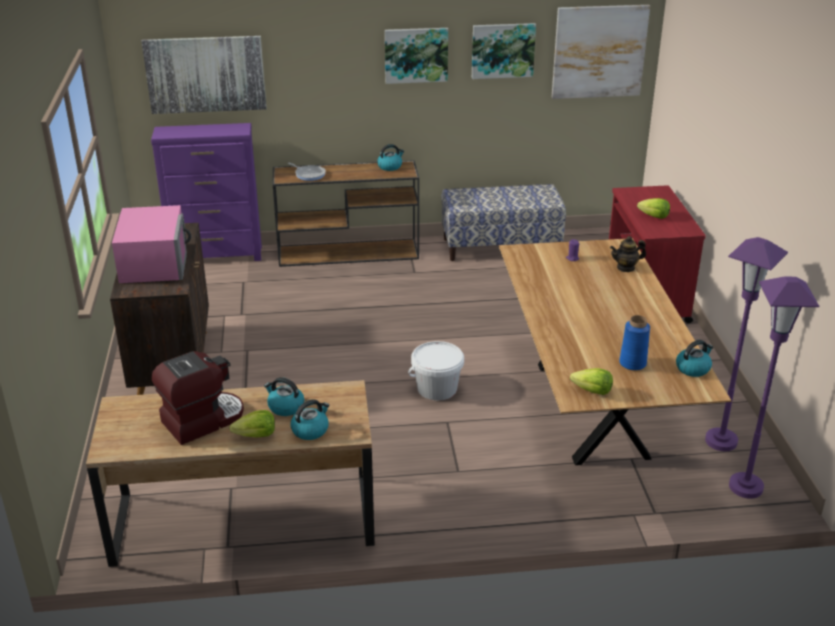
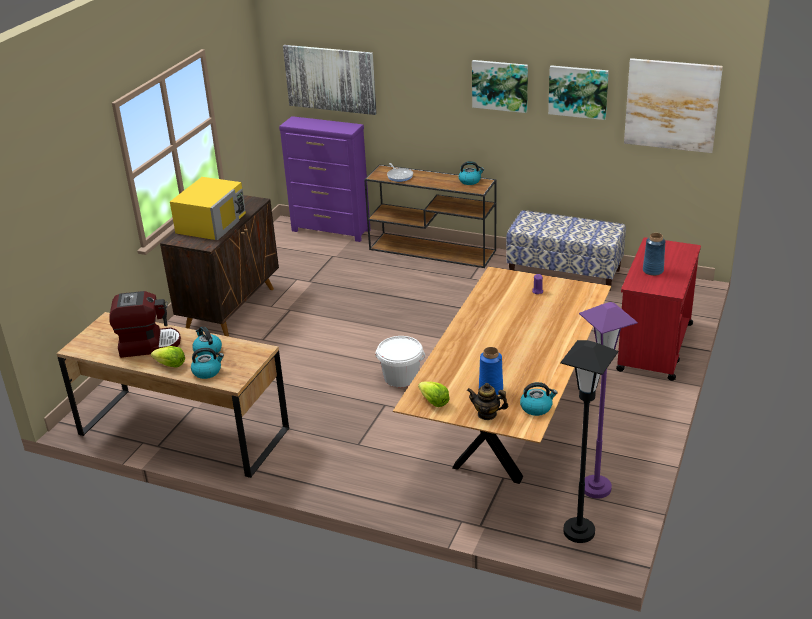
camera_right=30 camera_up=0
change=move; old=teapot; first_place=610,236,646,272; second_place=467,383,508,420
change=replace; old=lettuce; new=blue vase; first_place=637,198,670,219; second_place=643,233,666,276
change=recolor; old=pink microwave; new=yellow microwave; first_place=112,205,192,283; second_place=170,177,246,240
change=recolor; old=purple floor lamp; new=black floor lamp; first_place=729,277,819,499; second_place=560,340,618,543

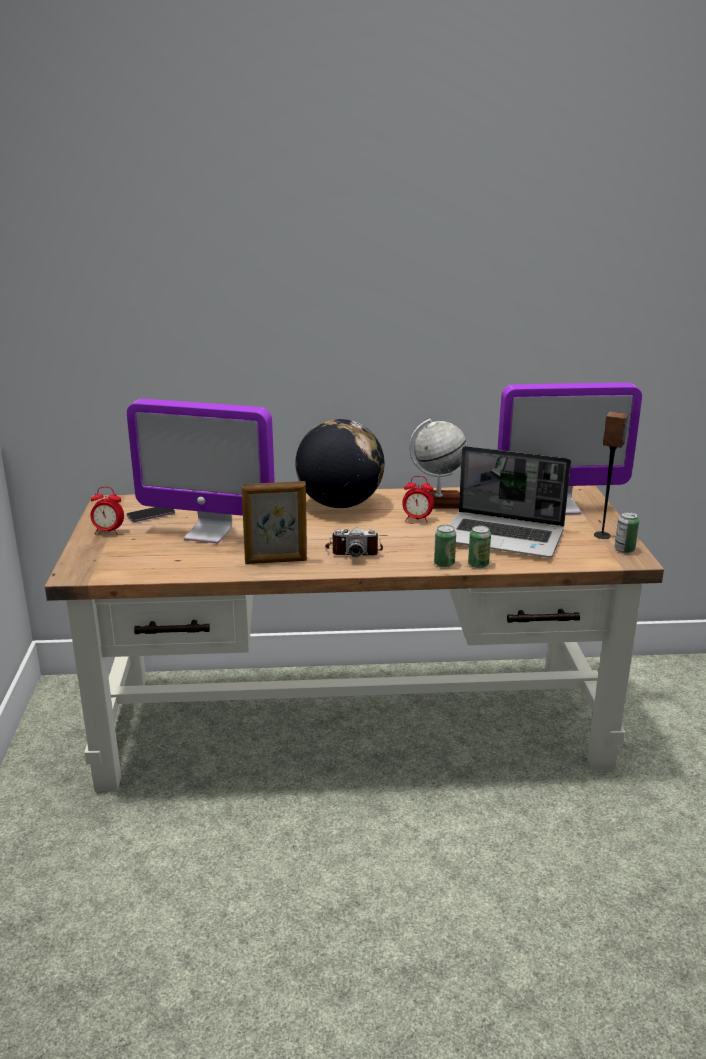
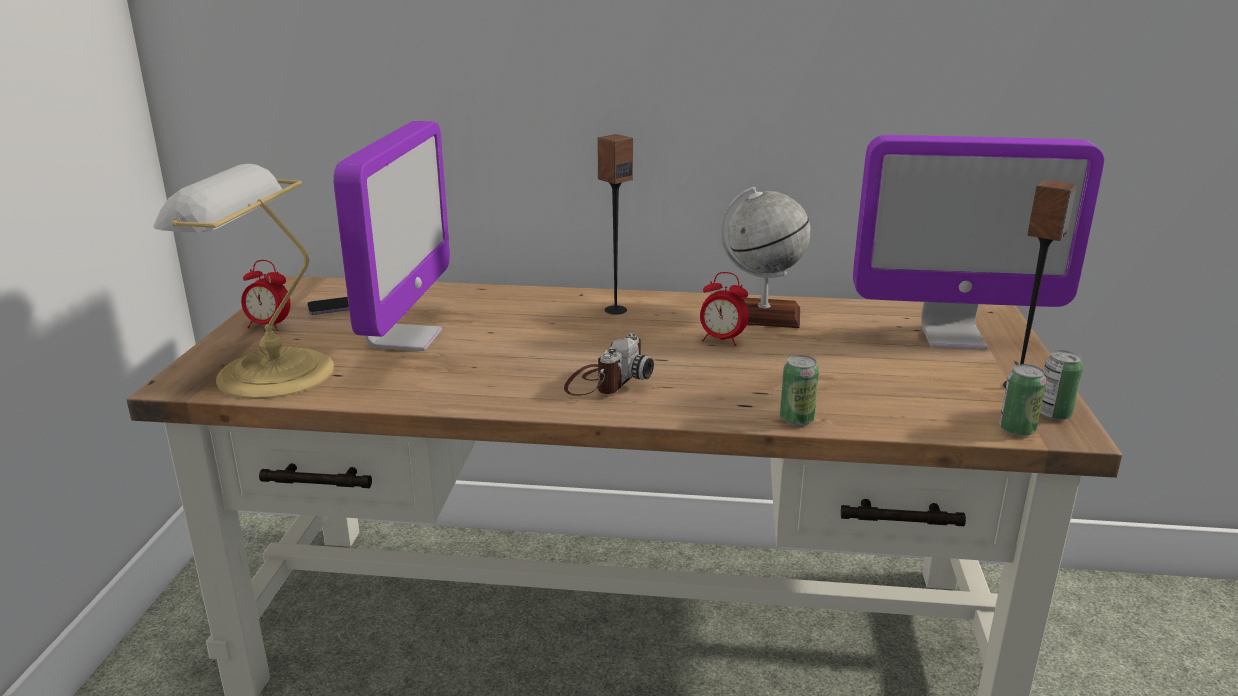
camera_right=10 camera_up=0
change=delete; old=picture frame; first_place=241,481,307,564
change=delete; old=laptop; first_place=450,446,571,558
change=insert; new=table lamp; second_place=153,164,334,399
change=move; old=can; first_place=434,525,456,568; second_place=999,364,1046,436
change=replace; old=globe; new=speaker; first_place=295,419,384,508; second_place=597,134,633,315
change=rotate; old=monitor; first_place=127,399,275,543; second_place=333,121,450,351; degrees=-105
change=rotate; old=photo camera; first_place=325,527,383,557; second_place=564,333,654,396; degrees=-75

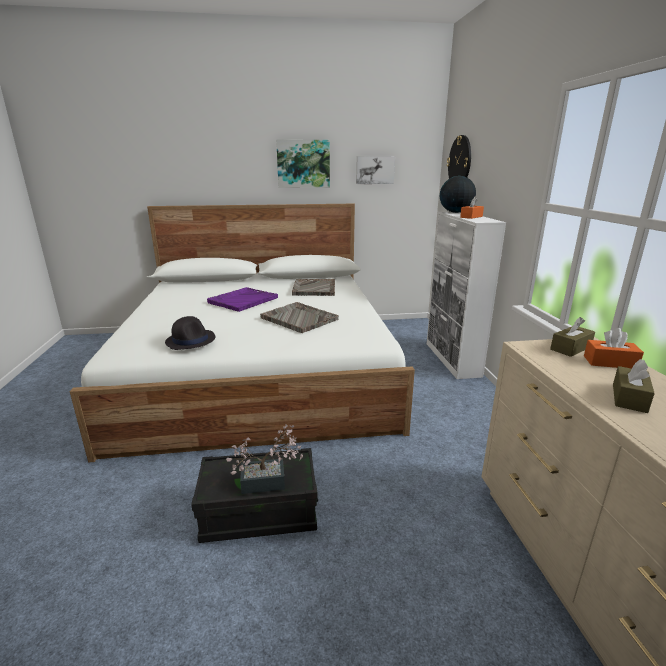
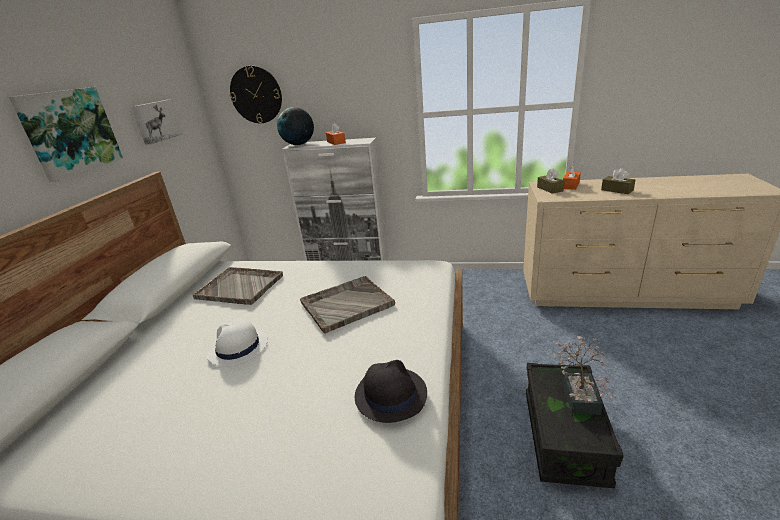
camera_right=-70 camera_up=5
change=replace; old=purple tray; new=white hat; first_place=207,287,278,312; second_place=206,319,268,367

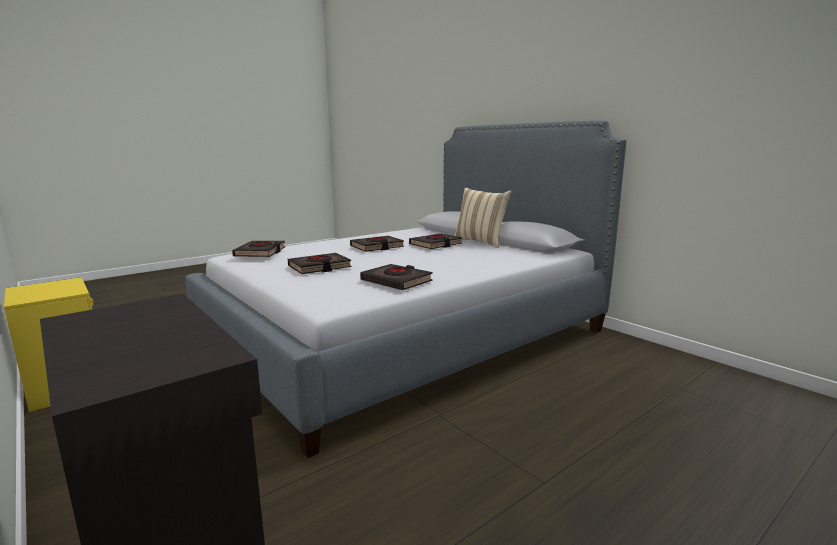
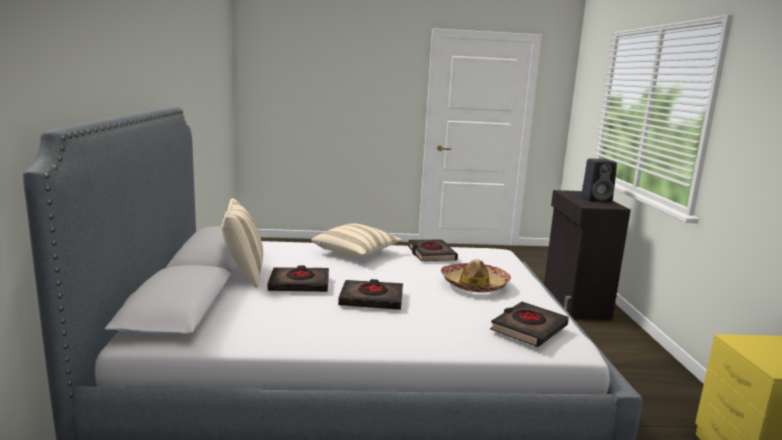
camera_right=-145 camera_up=0
change=insert; new=beige pillow; second_place=311,223,402,257
change=insert; new=black speaker; second_place=581,158,617,202
change=replace; old=black book; new=hat; first_place=288,253,352,274; second_place=441,259,511,292

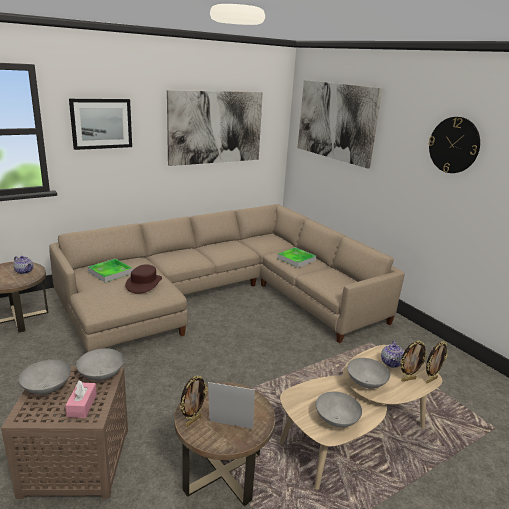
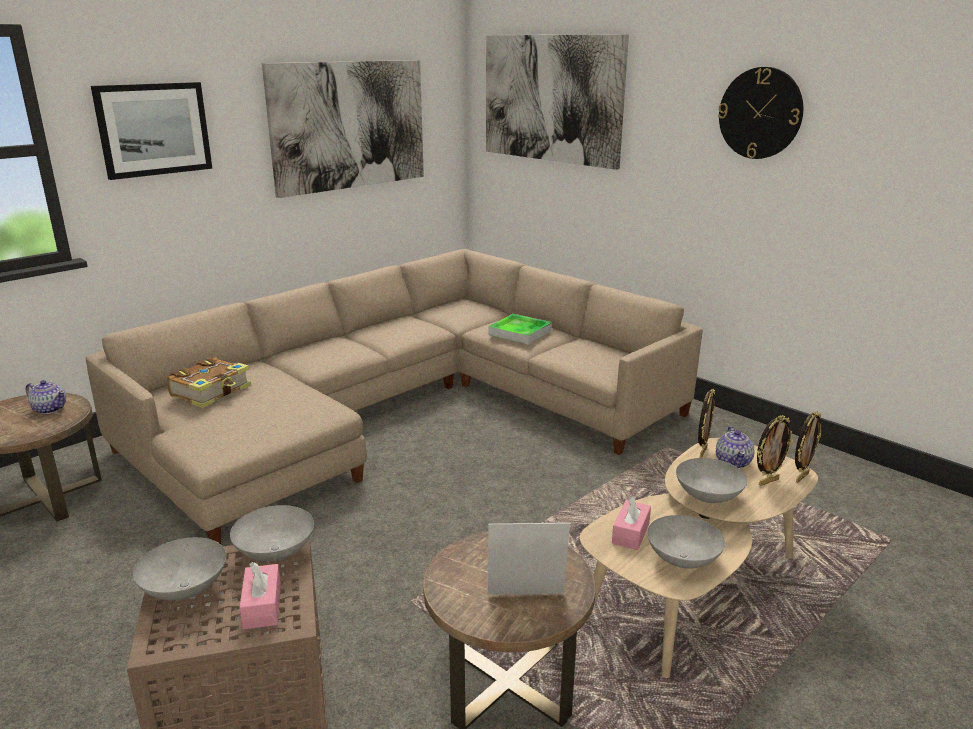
camera_right=-10 camera_up=0
change=delete; old=brown hat; first_place=125,264,162,294
change=insert; new=pink tissue box; second_place=612,496,651,550
change=move; old=picture frame; first_place=180,376,208,427; second_place=698,389,715,458
change=replace; old=tray; new=book; first_place=88,259,133,283; second_place=167,357,251,408

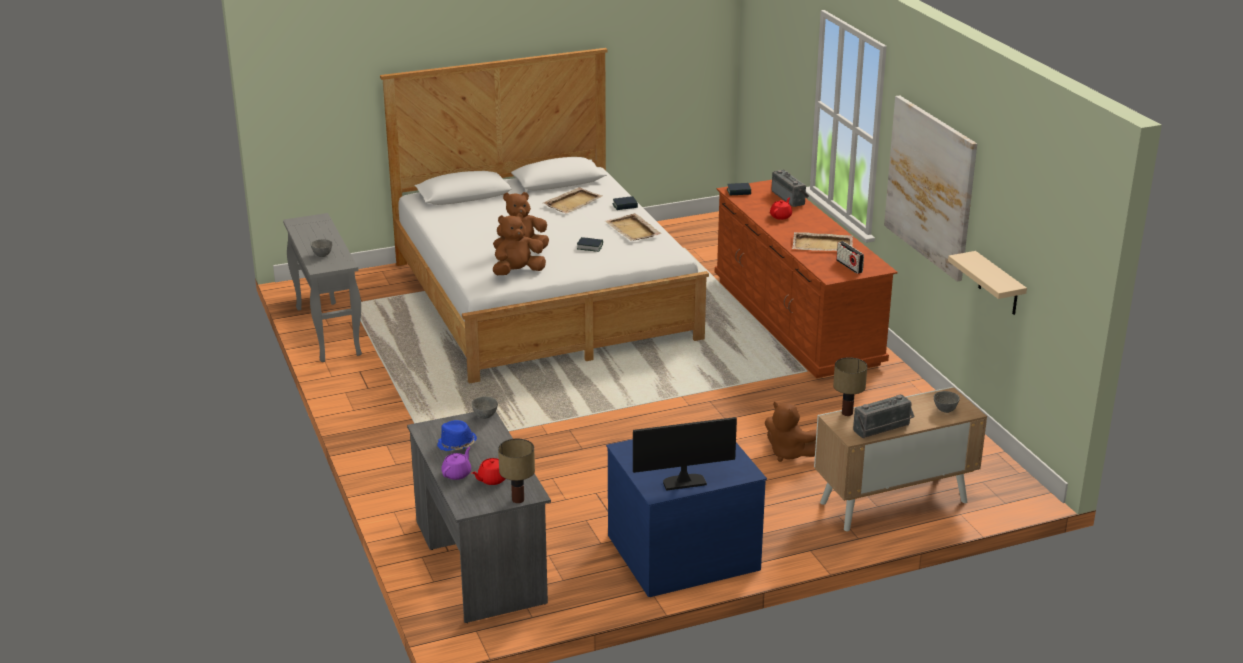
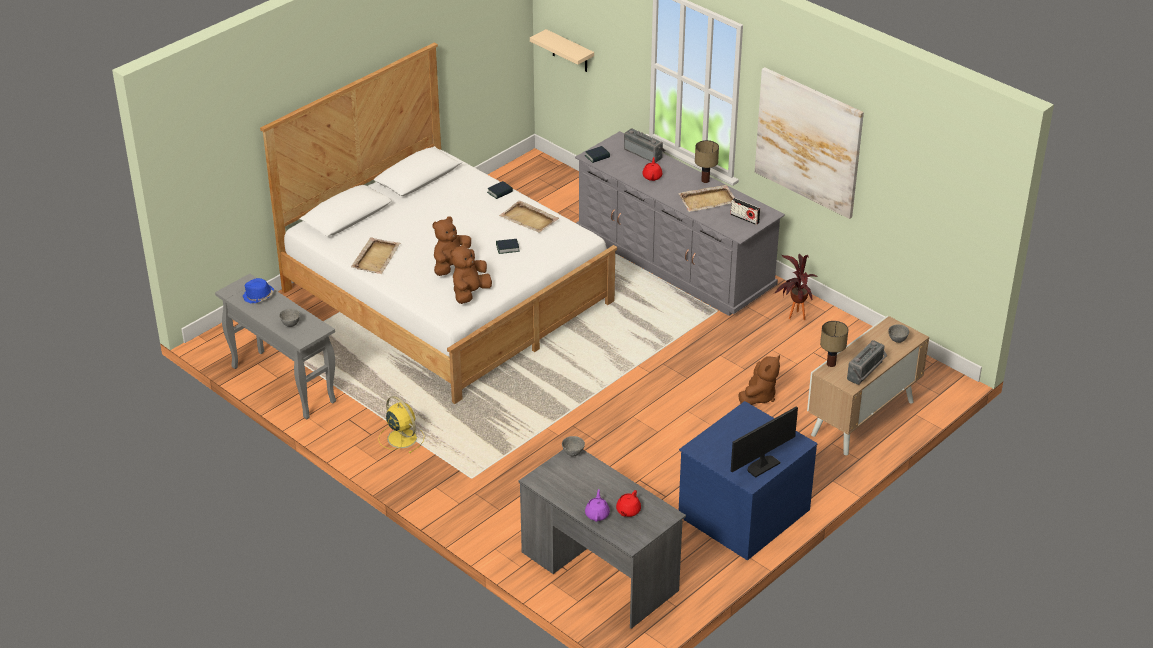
camera_right=-25 camera_up=10
change=insert; new=yellow fan; second_place=379,396,424,453
change=insert; new=potted plant; second_place=775,254,817,320
change=move; old=blue hat; first_place=437,420,477,451; second_place=243,278,274,303
change=move; old=table lamp; first_place=498,439,535,503; second_place=695,140,719,183
change=move; old=beige tray; first_place=543,187,602,214; second_place=351,237,400,274
change=move; old=beige shelf; first_place=948,251,1027,315; second_place=530,29,594,72
change=recolor; old=brown dresser; new=grey dresser; first_place=715,180,898,378; second_place=575,131,785,316
change=rotate; old=brown plush toy; first_place=765,401,817,462; second_place=739,355,780,405; degrees=-75

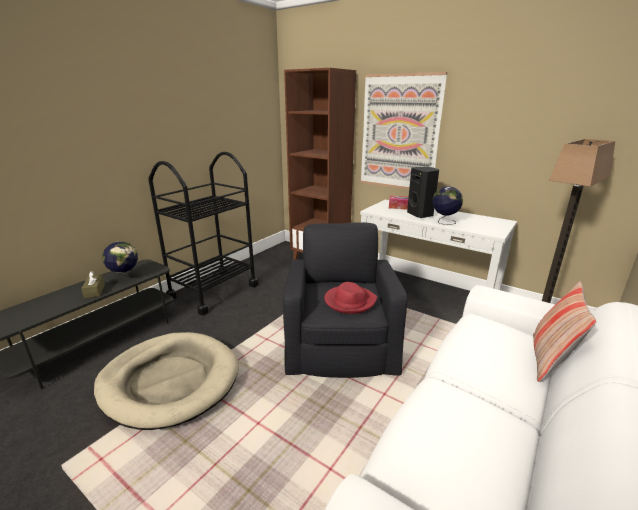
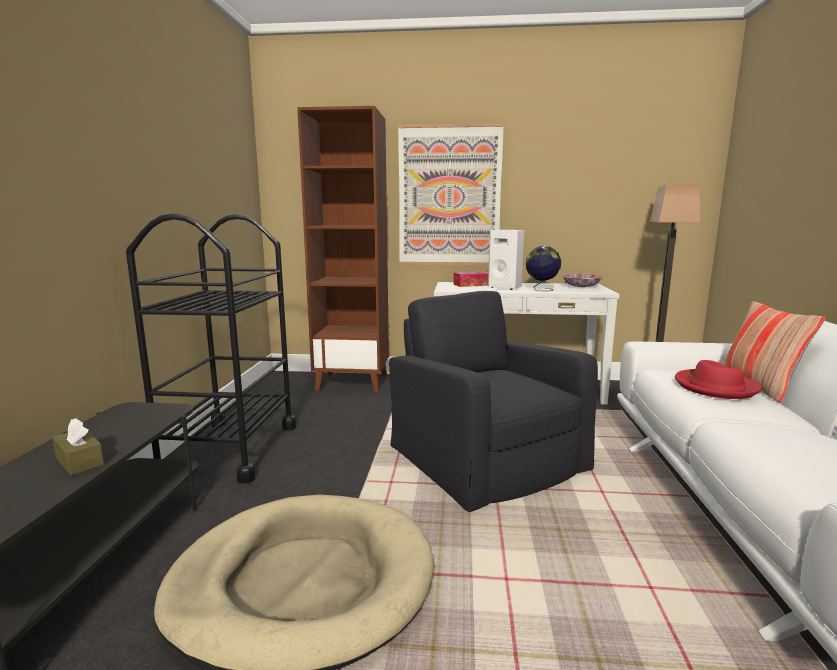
camera_right=-30 camera_up=-10
change=delete; old=globe; first_place=102,242,138,285
change=insert; new=bowl; second_place=561,274,604,287
change=move; old=red hat; first_place=324,282,377,314; second_place=675,360,762,399
change=recolor; old=black speaker; new=white speaker; first_place=407,167,439,218; second_place=488,230,524,290

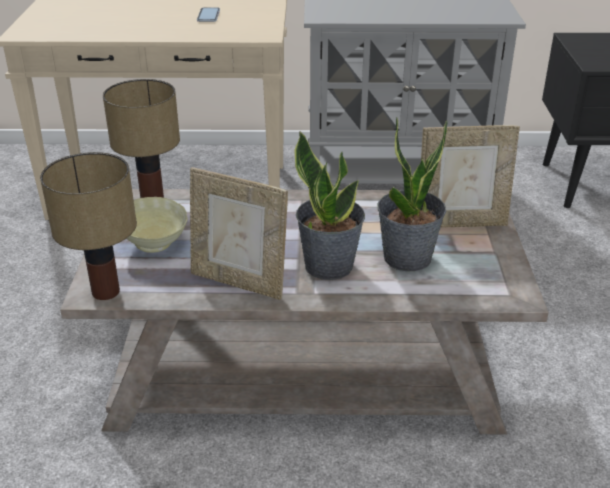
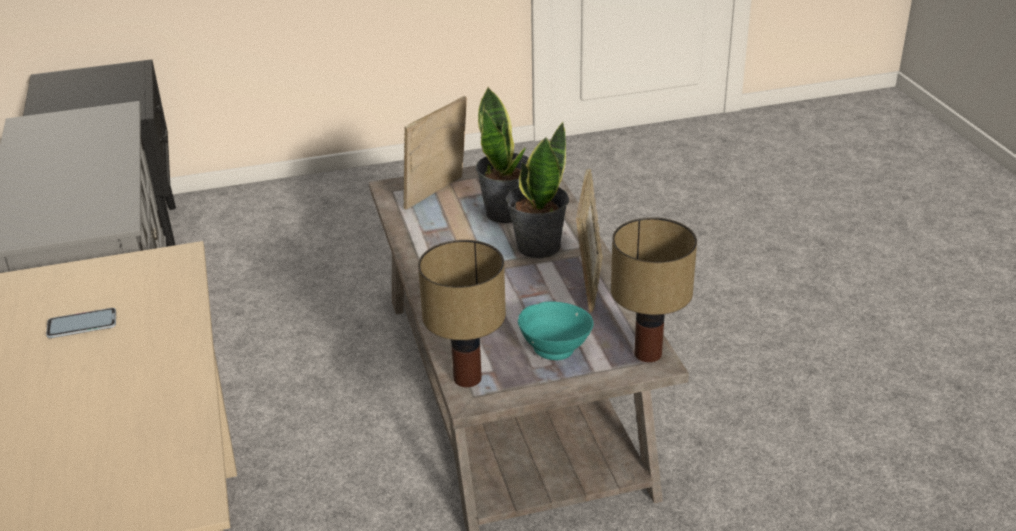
camera_right=-105 camera_up=0
change=recolor; old=beige bowl; new=turquoise bowl; first_place=127,197,188,253; second_place=518,301,594,360
change=rotate; old=picture frame; first_place=421,125,520,228; second_place=403,96,467,210; degrees=-120

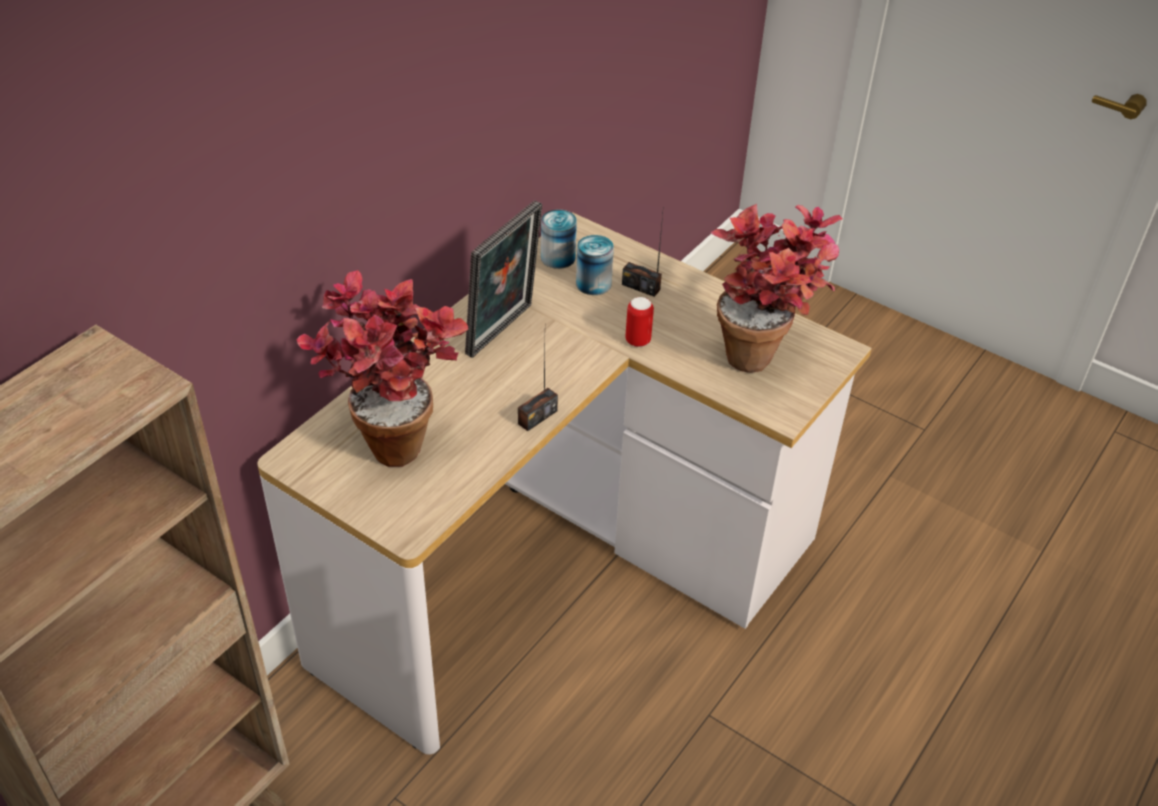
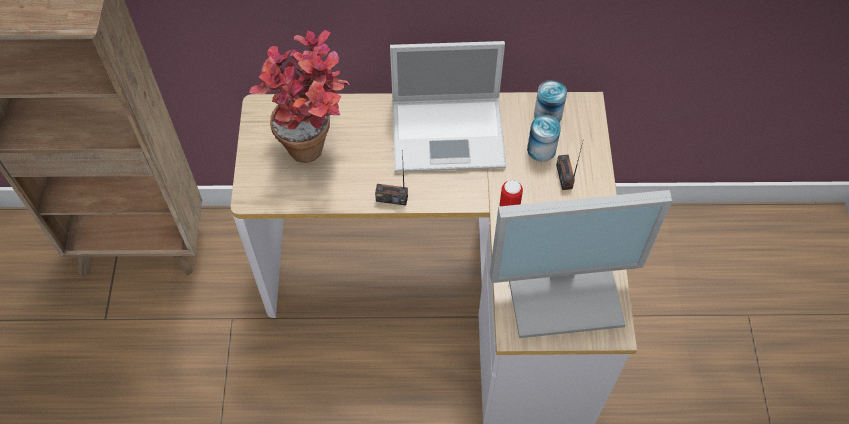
camera_right=55 camera_up=15
change=replace; old=picture frame; new=laptop; first_place=465,200,542,358; second_place=390,41,506,172
change=replace; old=potted plant; new=monitor; first_place=710,204,843,373; second_place=490,190,672,338

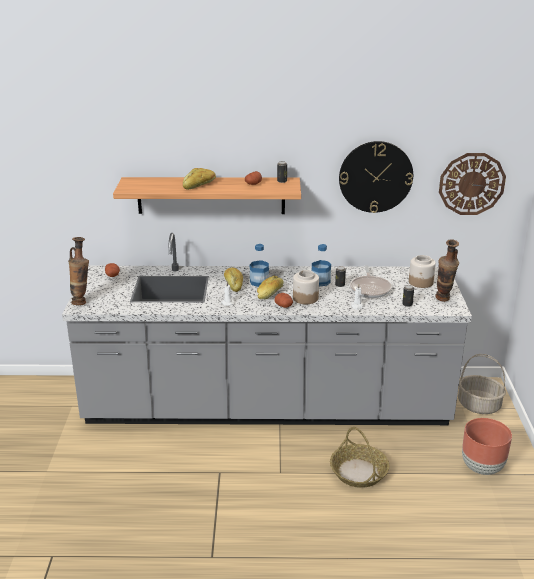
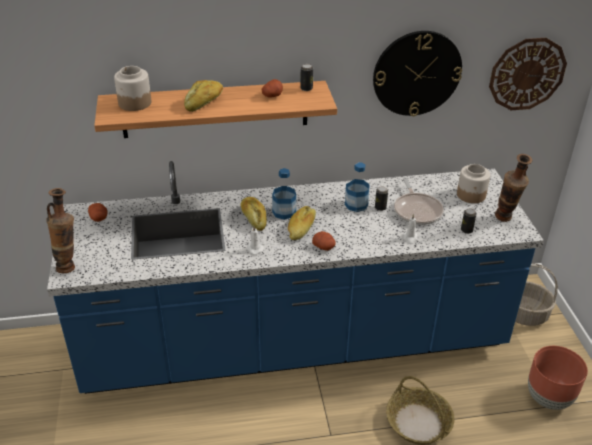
camera_right=-10 camera_up=10
change=move; old=jar; first_place=293,270,319,304; second_place=114,66,152,111
change=recolor; old=grey counter; new=blue counter; first_place=62,233,472,425; second_place=47,161,544,394

